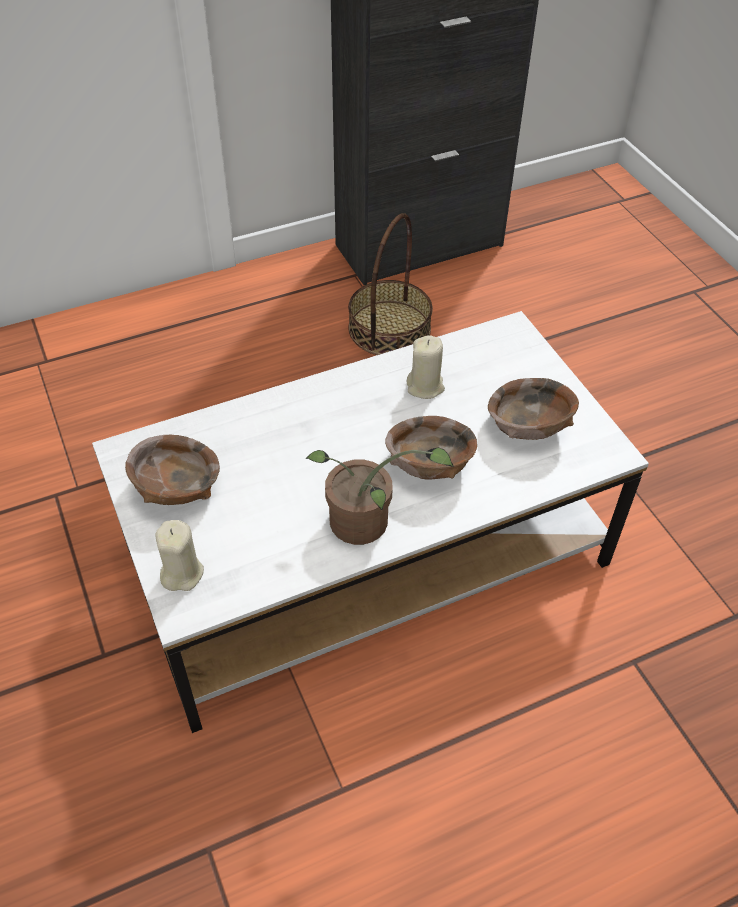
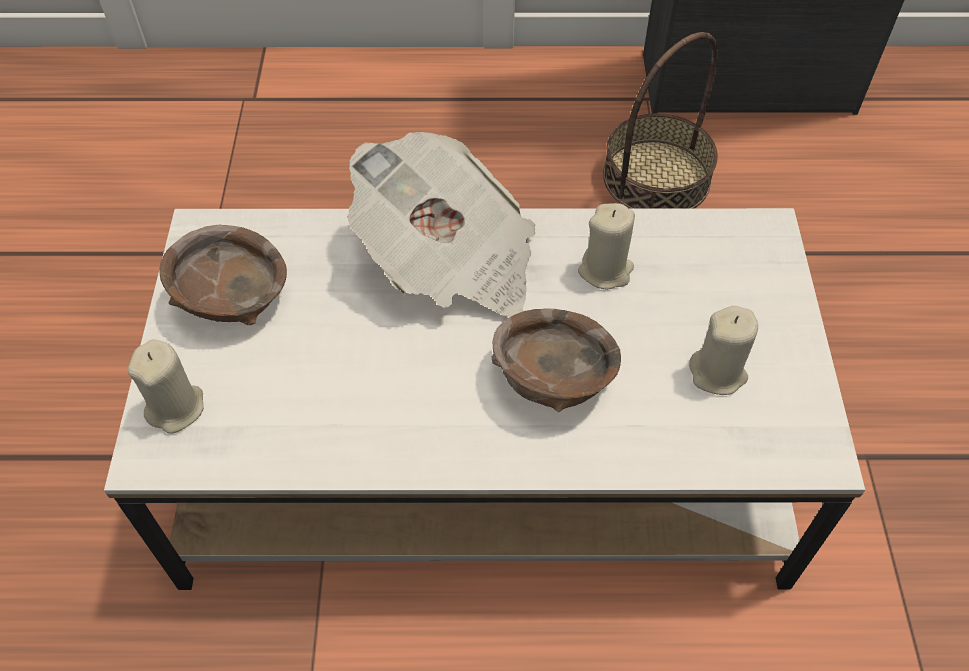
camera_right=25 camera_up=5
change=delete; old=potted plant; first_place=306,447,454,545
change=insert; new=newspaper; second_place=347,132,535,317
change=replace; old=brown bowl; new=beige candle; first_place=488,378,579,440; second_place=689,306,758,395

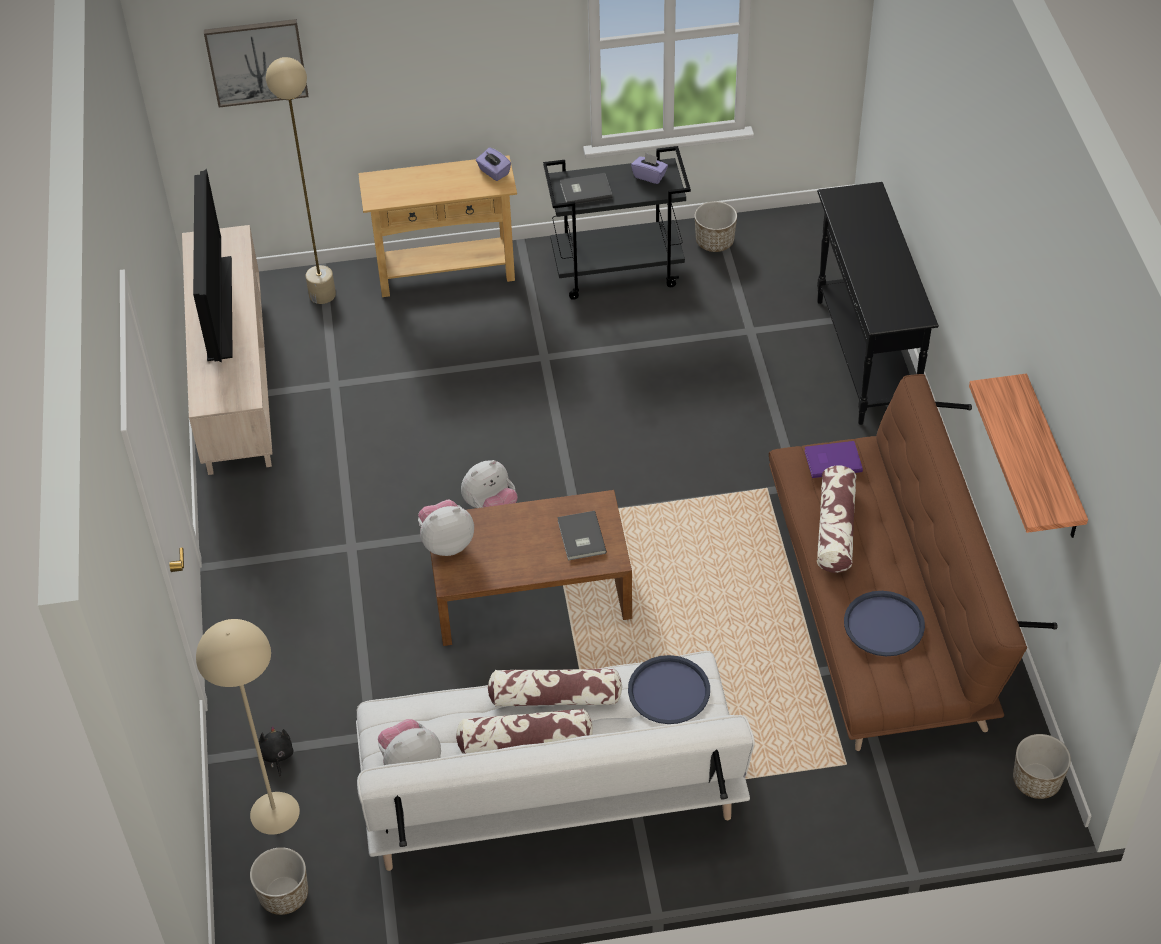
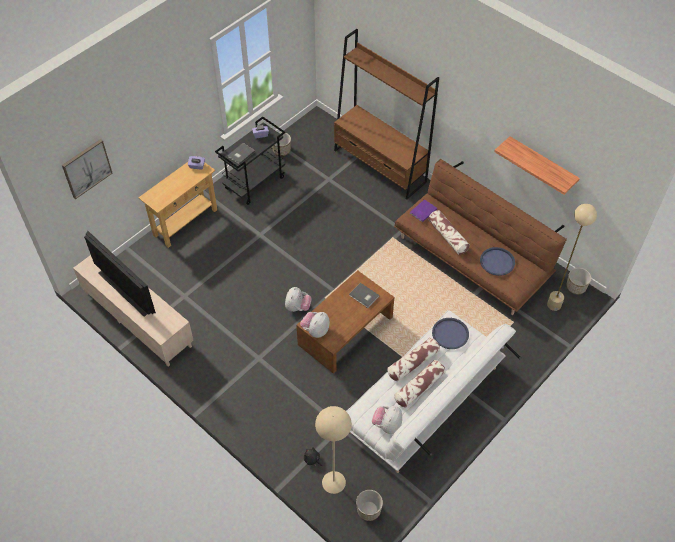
camera_right=-40 camera_up=5
change=move; old=beige floor lamp; first_place=266,57,336,304; second_place=547,204,597,311
change=replace; old=black console table; new=brown bookcase; first_place=817,182,939,425; second_place=334,29,439,200

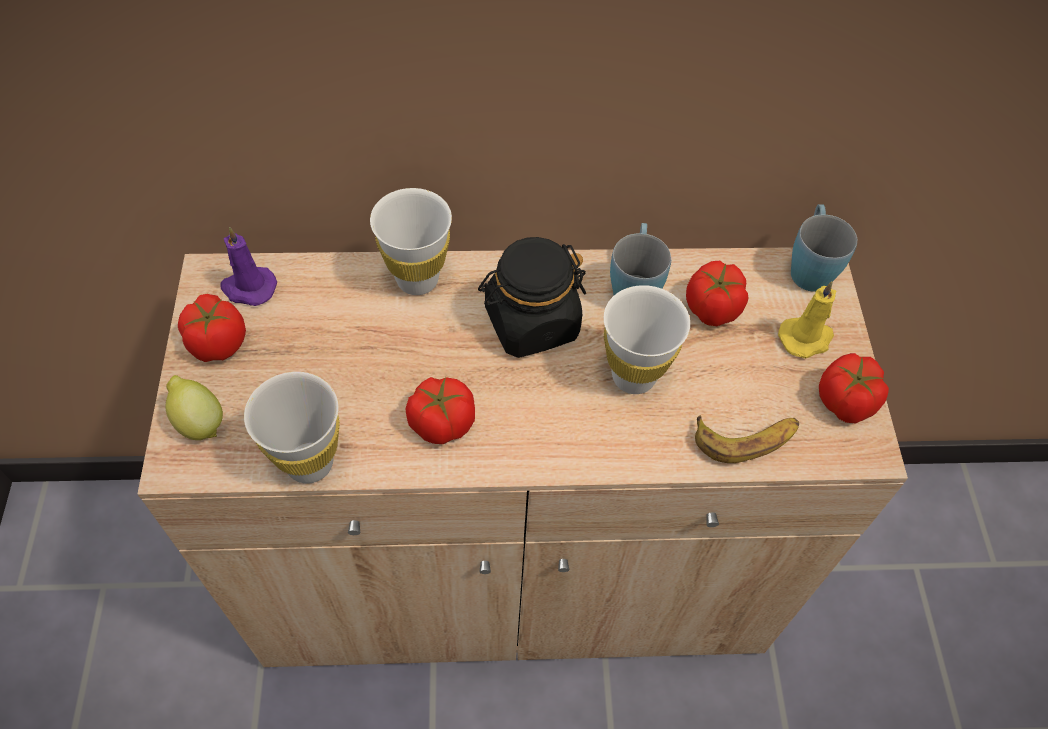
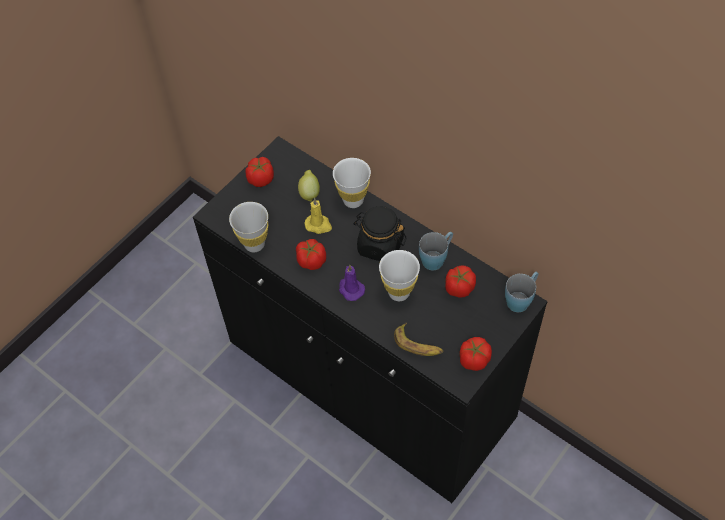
camera_right=45 camera_up=0
change=move; old=lemon; first_place=165,375,223,440; second_place=298,170,320,202
change=move; old=purple candle; first_place=220,227,277,306; second_place=339,265,365,301
change=move; old=yellow candle; first_place=778,281,836,358; second_place=305,198,332,234
change=recolor; old=beige cabinet; new=black cabinet; first_place=137,247,908,667; second_place=193,136,548,503

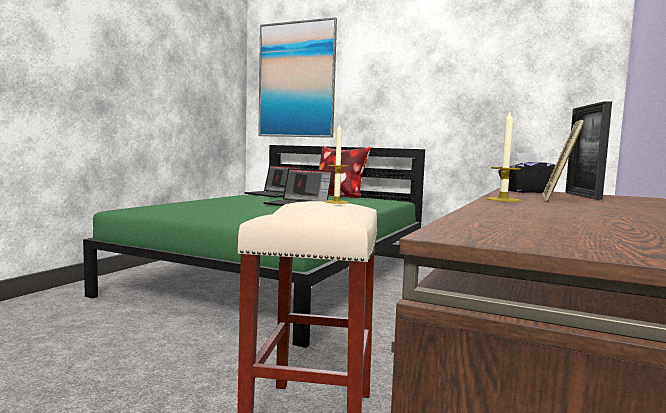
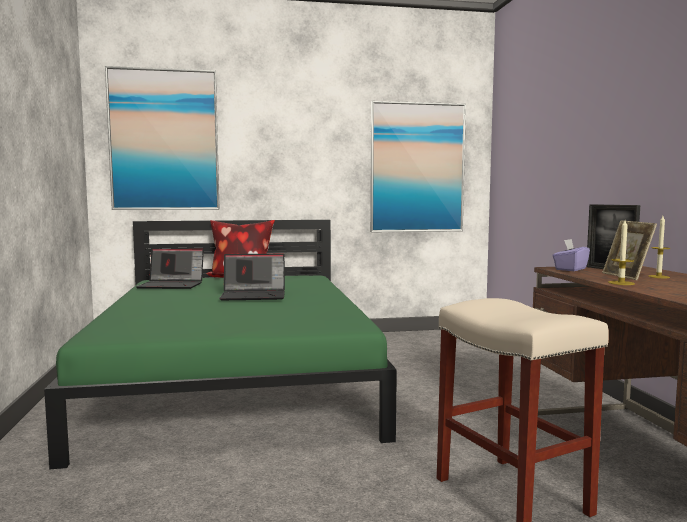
camera_right=-35 camera_up=0
change=insert; new=picture; second_place=370,101,466,232
change=move; old=candle; first_place=325,123,349,204; second_place=648,216,670,278
change=recolor; old=black tissue box; new=purple tissue box; first_place=498,153,555,193; second_place=552,239,590,271

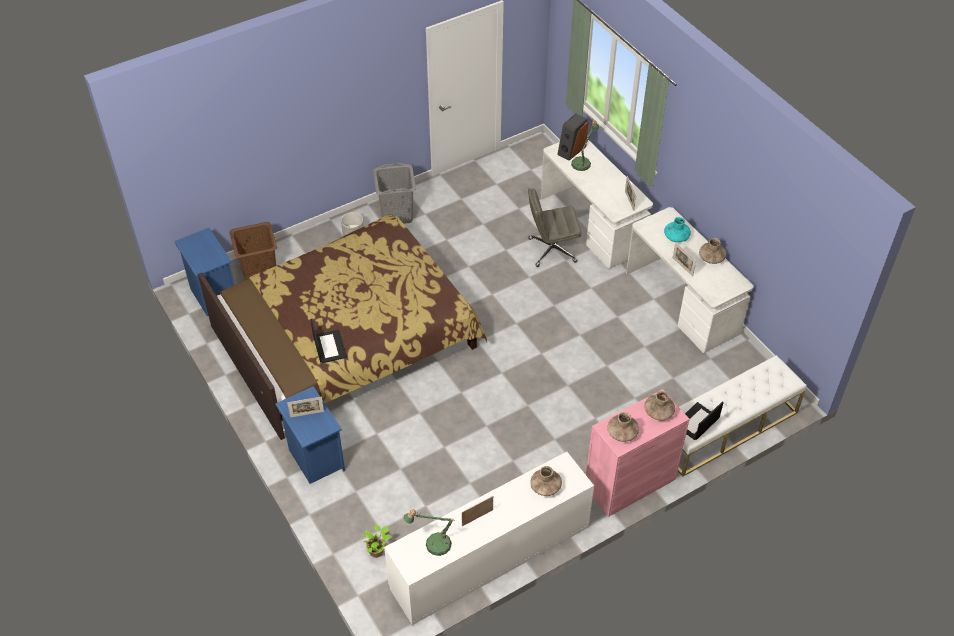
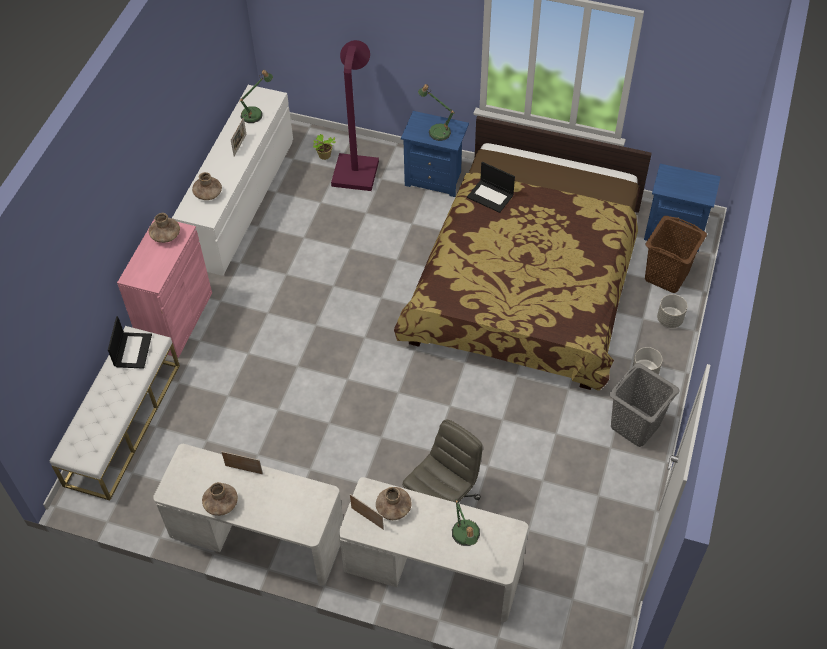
camera_right=140 camera_up=5
change=delete; old=speaker; first_place=557,113,588,161
change=delete; old=turquoise vase; first_place=664,217,691,242
change=insert; new=purple floor lamp; second_place=331,40,379,191
change=insert; new=grey planter; second_place=657,294,687,328
change=move; old=brown vase; first_place=644,391,675,420; second_place=376,487,412,520
change=replace; old=picture frame; new=table lamp; first_place=287,397,324,418; second_place=418,84,455,141

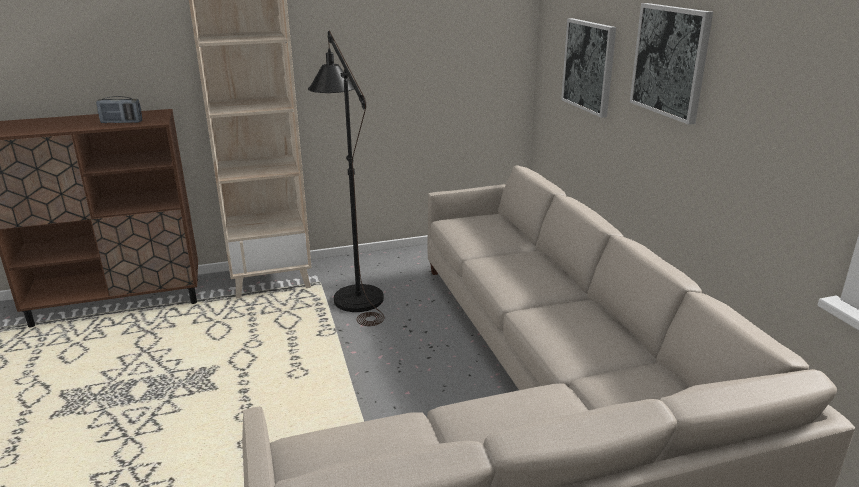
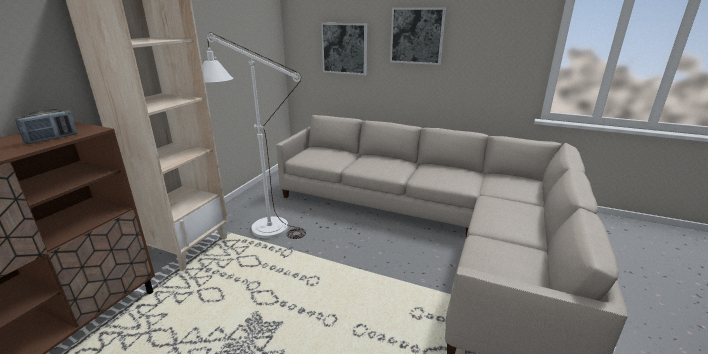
camera_right=-50 camera_up=0
change=recolor; old=black floor lamp; new=white floor lamp; first_place=308,31,384,326; second_place=202,33,306,239

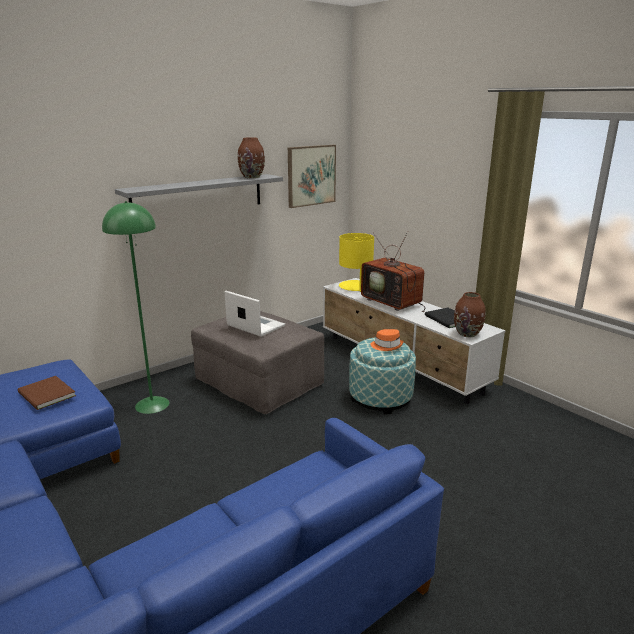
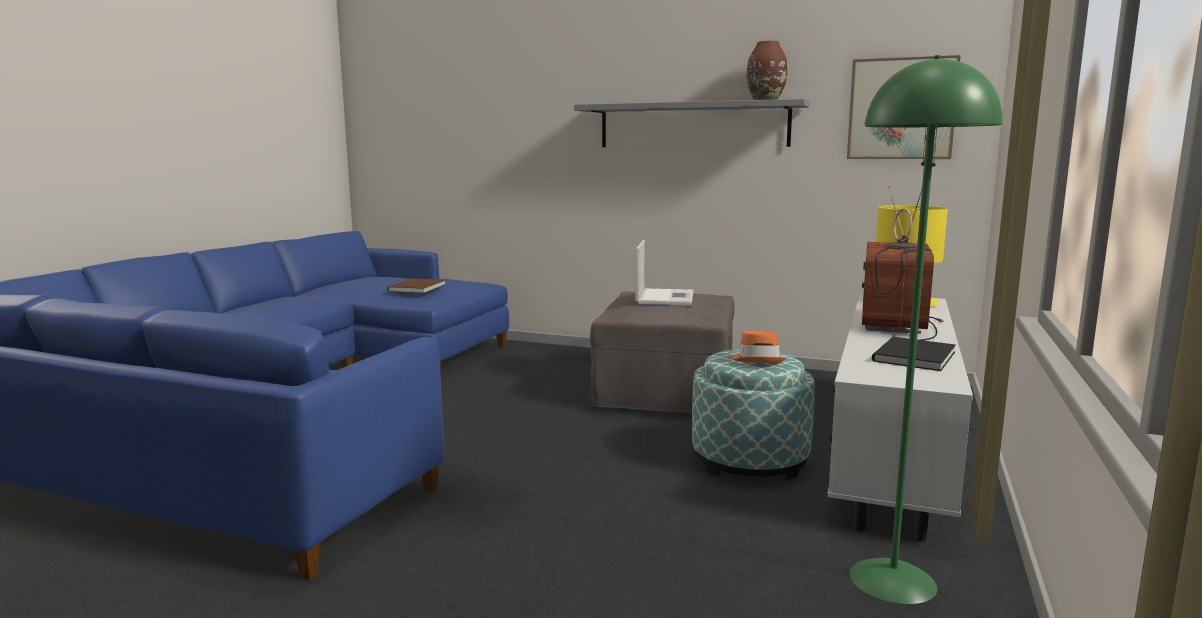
camera_right=60 camera_up=-10
change=delete; old=brown vase; first_place=454,292,486,338
change=move; old=green floor lamp; first_place=102,201,169,414; second_place=850,55,1003,604

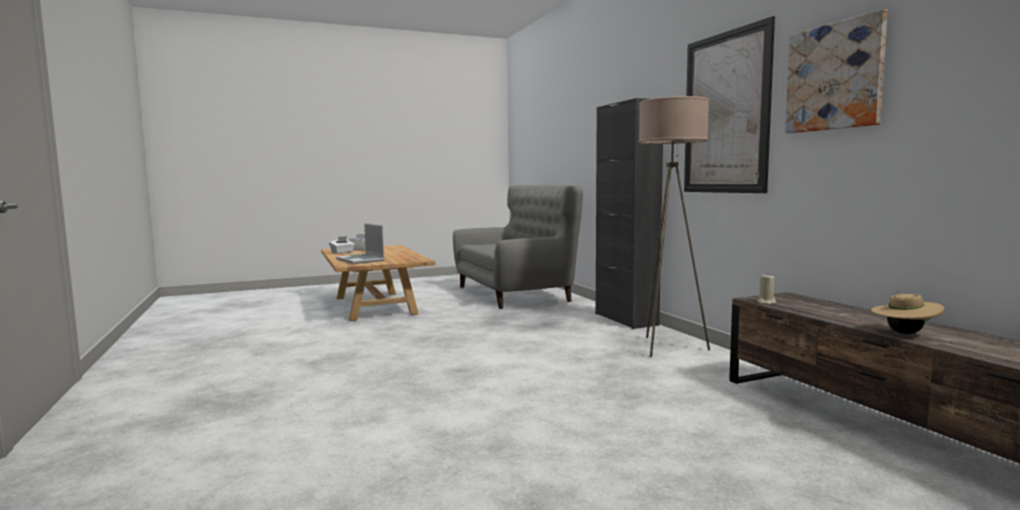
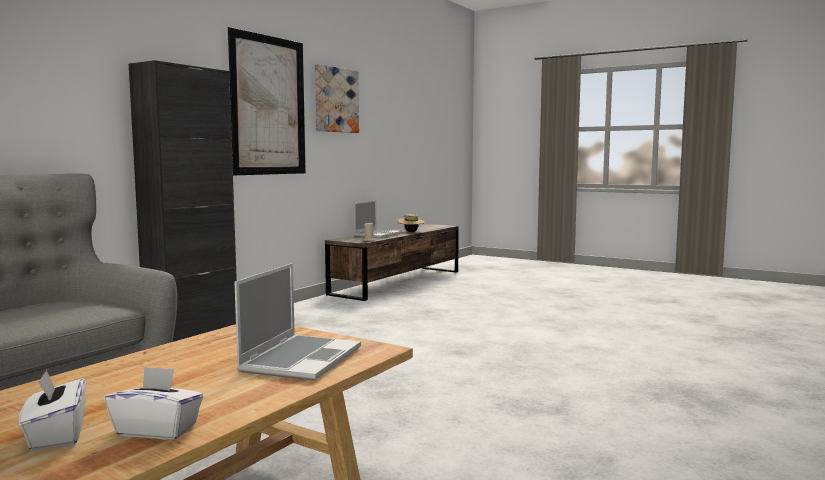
camera_right=-125 camera_up=0
change=delete; old=beige floor lamp; first_place=639,96,710,357
change=insert; new=laptop; second_place=354,200,402,238

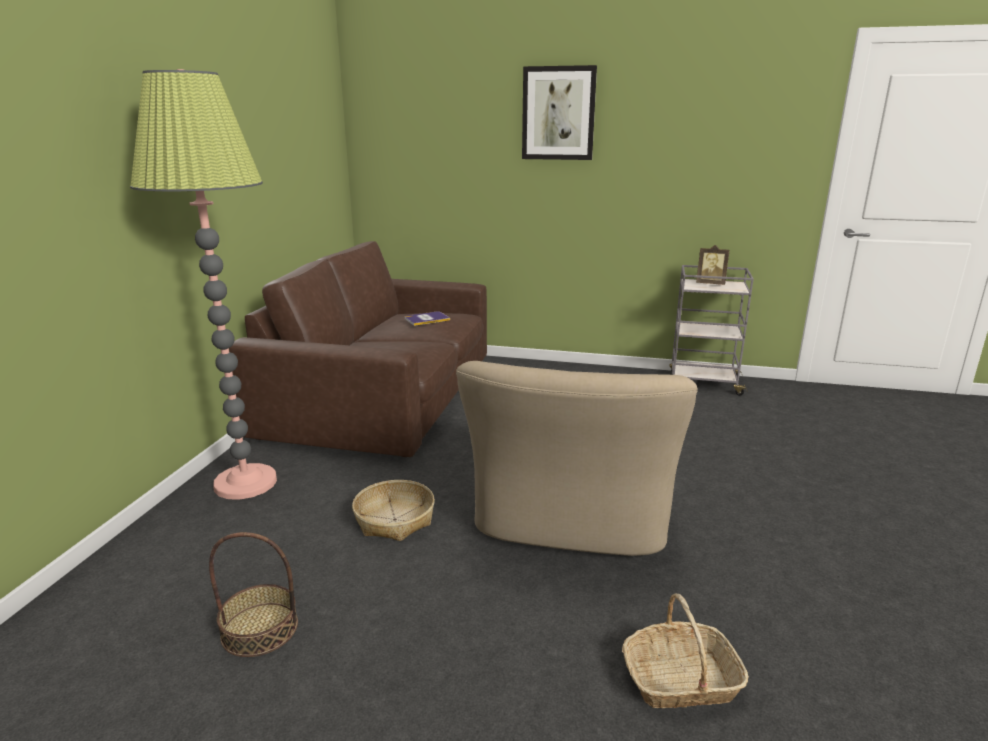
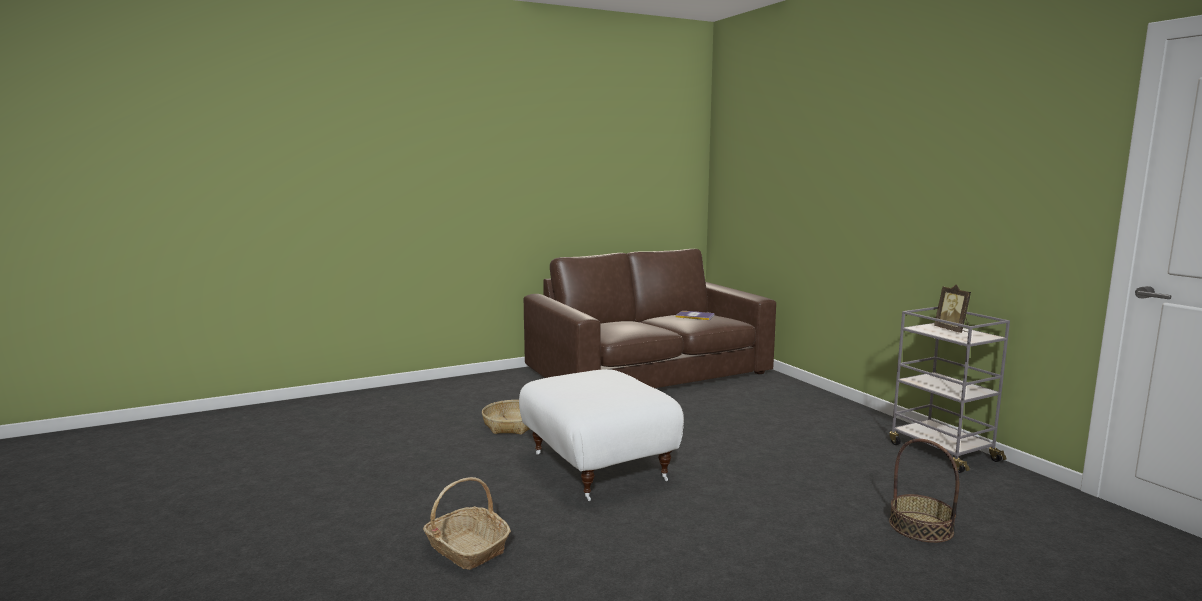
camera_right=50 camera_up=-10
change=delete; old=floor lamp; first_place=130,69,277,500
change=delete; old=picture; first_place=522,65,597,160
change=move; old=basket; first_place=209,532,298,657; second_place=889,439,959,543
change=replace; old=beige armchair; new=white ottoman; first_place=456,361,698,556; second_place=519,369,684,501

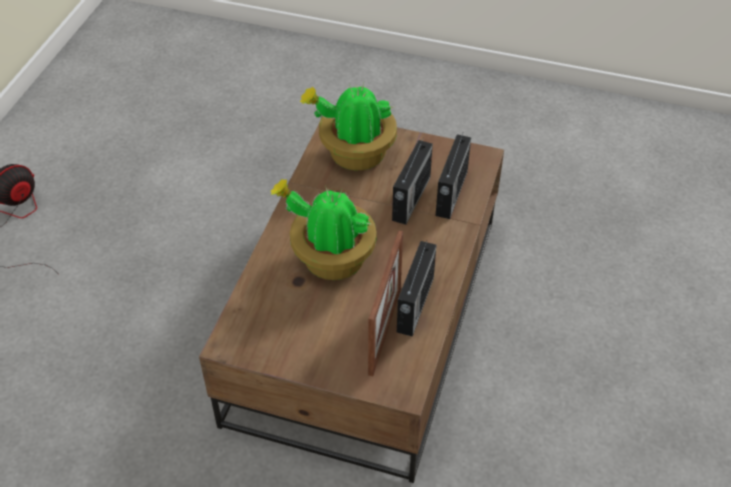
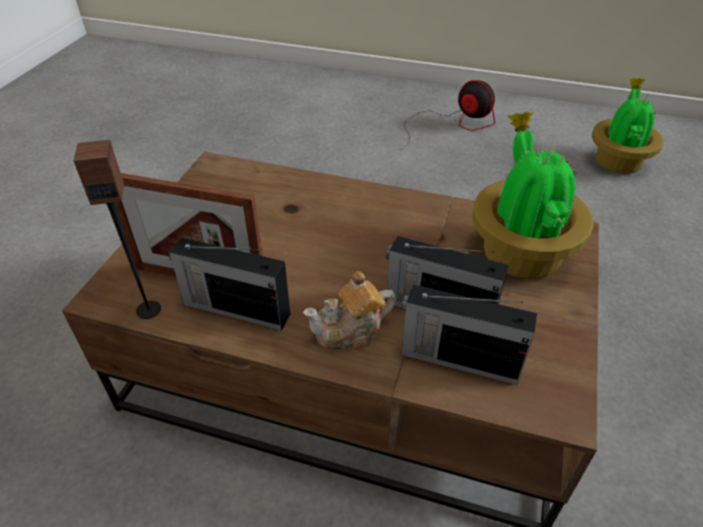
camera_right=90 camera_up=-5
change=insert; new=speaker; second_place=74,139,161,319
change=insert; new=teapot; second_place=303,271,396,349
change=move; old=potted plant; first_place=271,179,377,280; second_place=592,78,664,174

